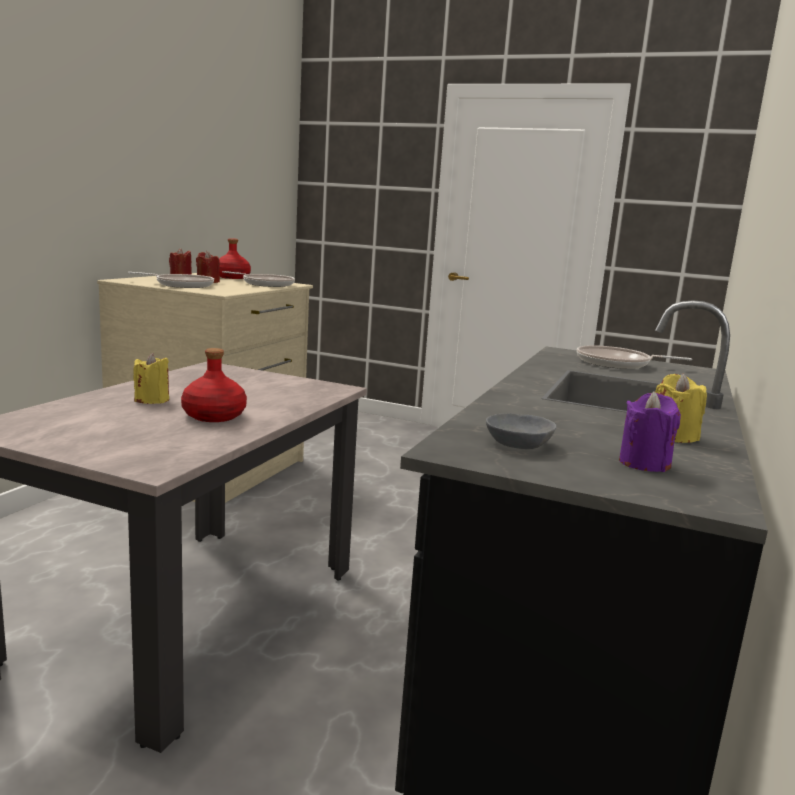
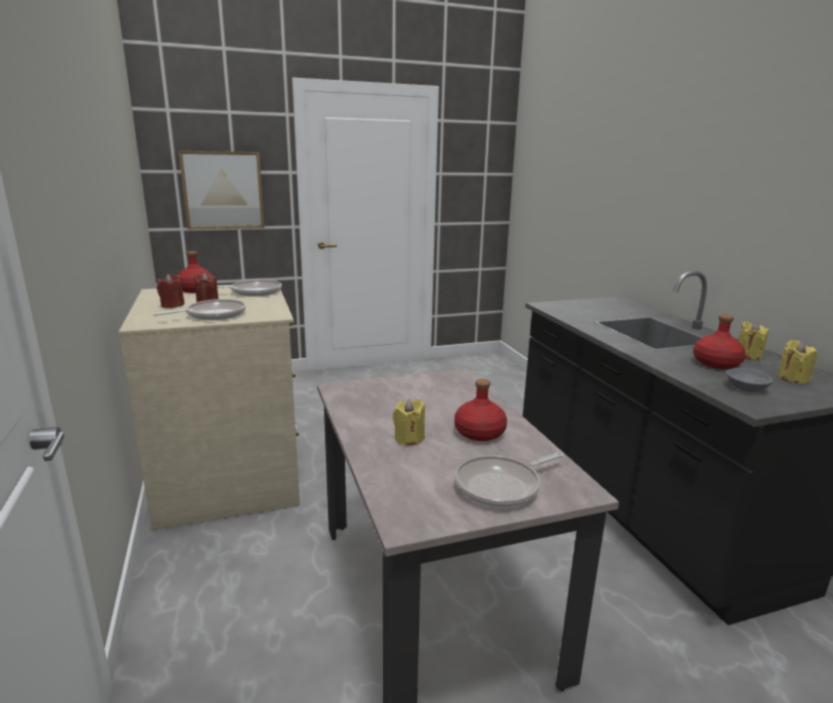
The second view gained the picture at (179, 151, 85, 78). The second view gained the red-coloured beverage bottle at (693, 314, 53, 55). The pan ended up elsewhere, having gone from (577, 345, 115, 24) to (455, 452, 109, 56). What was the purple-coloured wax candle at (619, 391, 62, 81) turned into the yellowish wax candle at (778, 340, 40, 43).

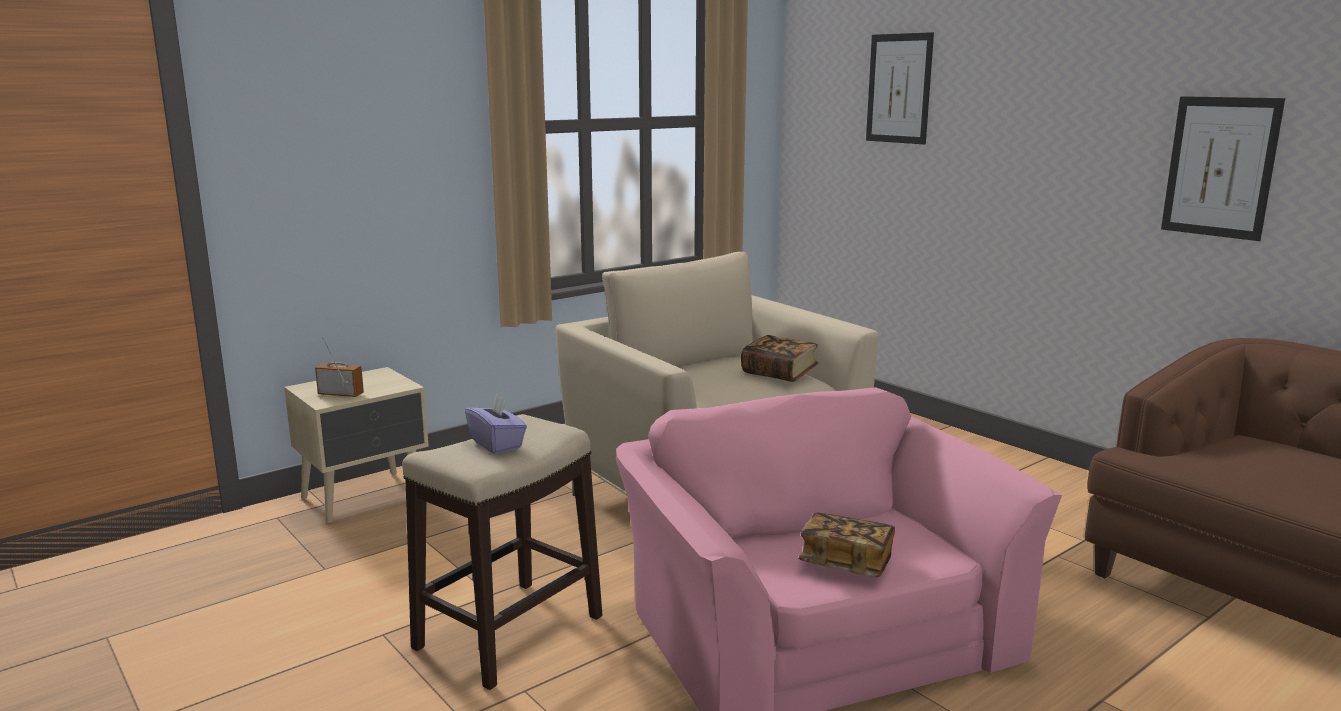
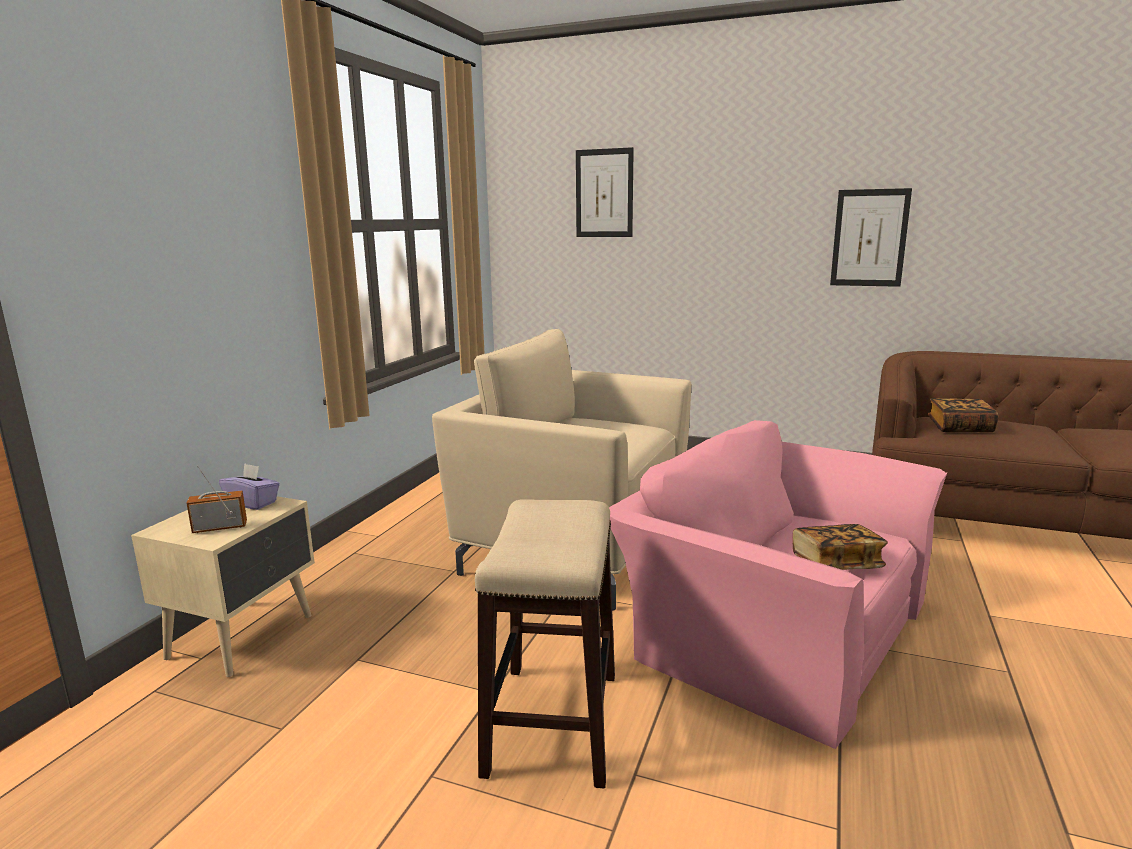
The purple-coloured tissue box ended up elsewhere, having gone from (465, 394, 62, 60) to (219, 463, 61, 47). The volume ended up elsewhere, having gone from (741, 335, 77, 47) to (928, 398, 71, 34).

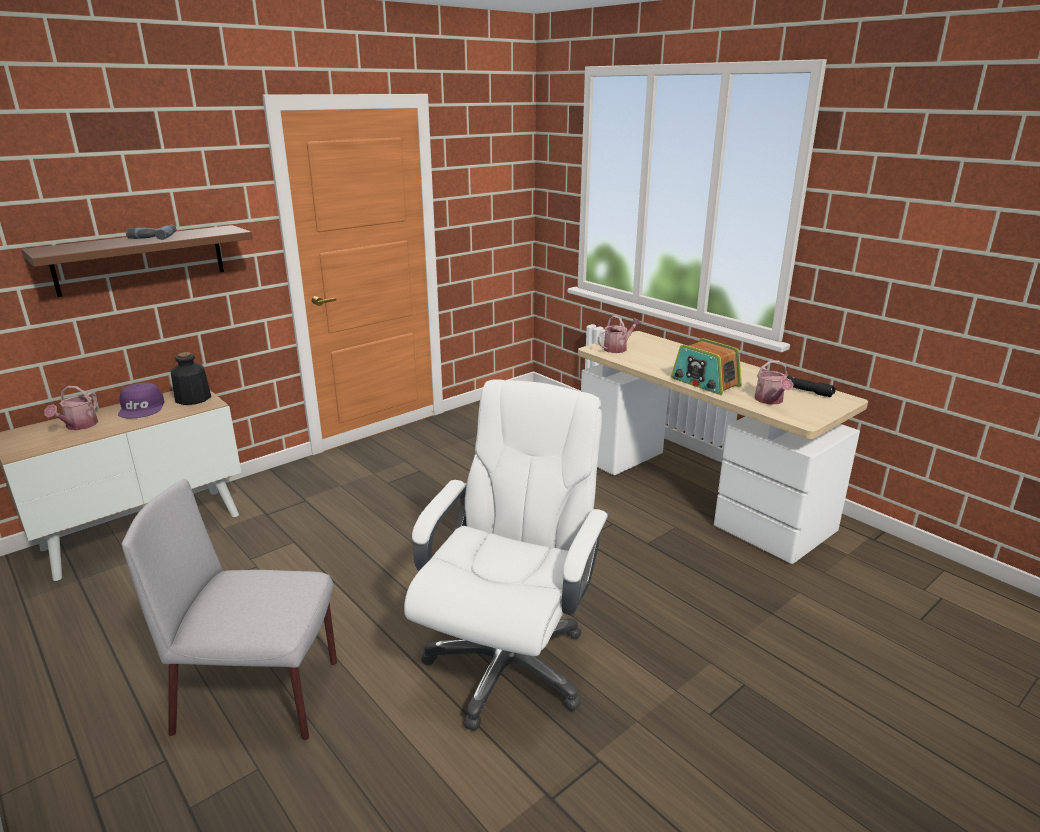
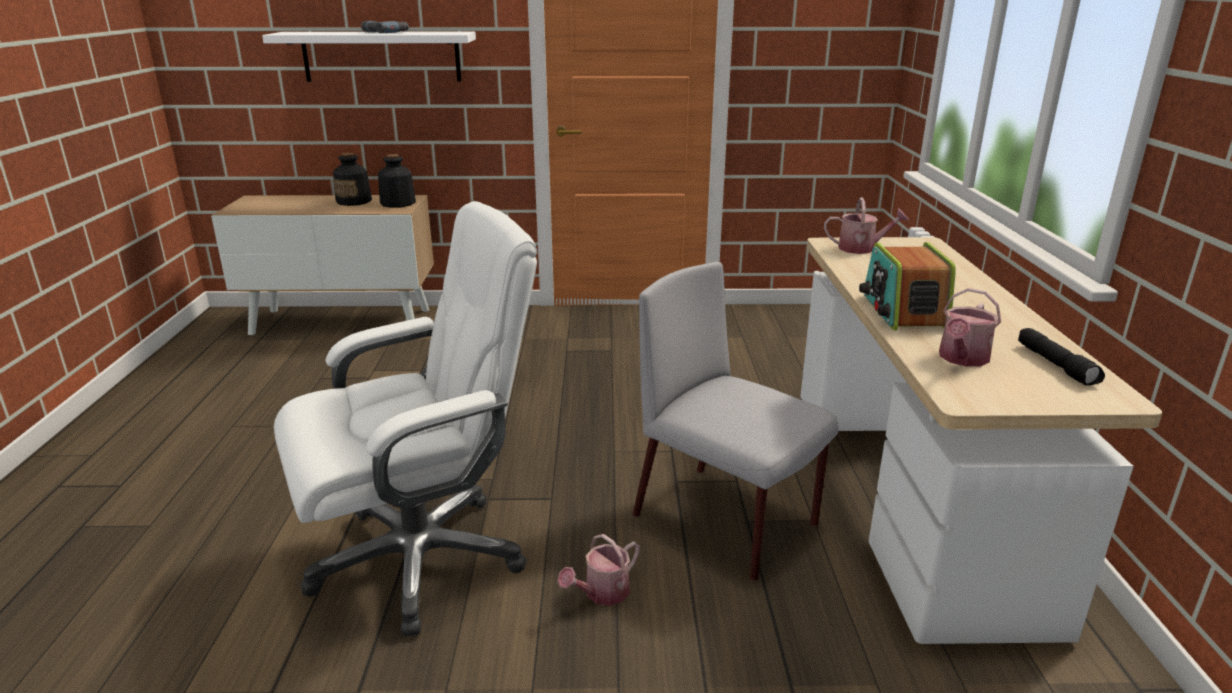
The watering can ended up elsewhere, having gone from (44, 386, 54, 44) to (557, 534, 83, 72). The grey plain chair ended up elsewhere, having gone from (122, 479, 215, 261) to (633, 262, 206, 319). Where the purple-coloured baseball cap stood at (118, 383, 46, 35), the beverage bottle came to stand at (333, 153, 39, 53). What was the brownish wall shelf at (21, 225, 232, 72) turned into the white wall shelf at (262, 32, 214, 50).

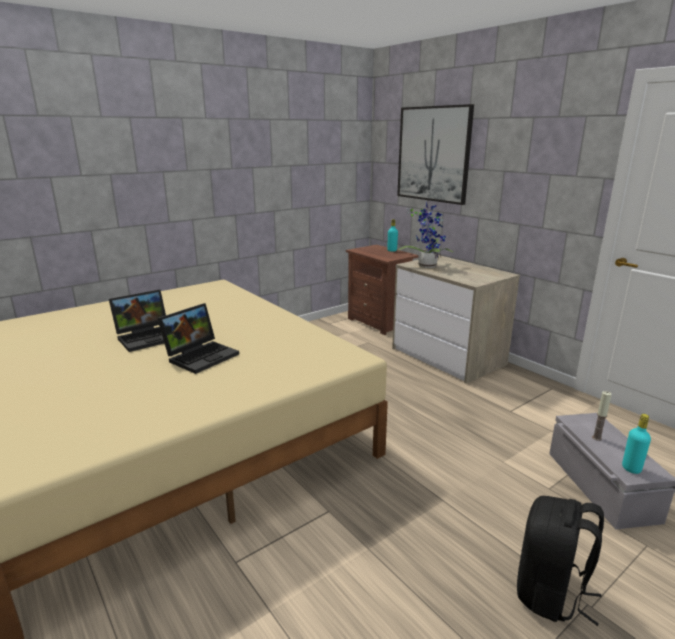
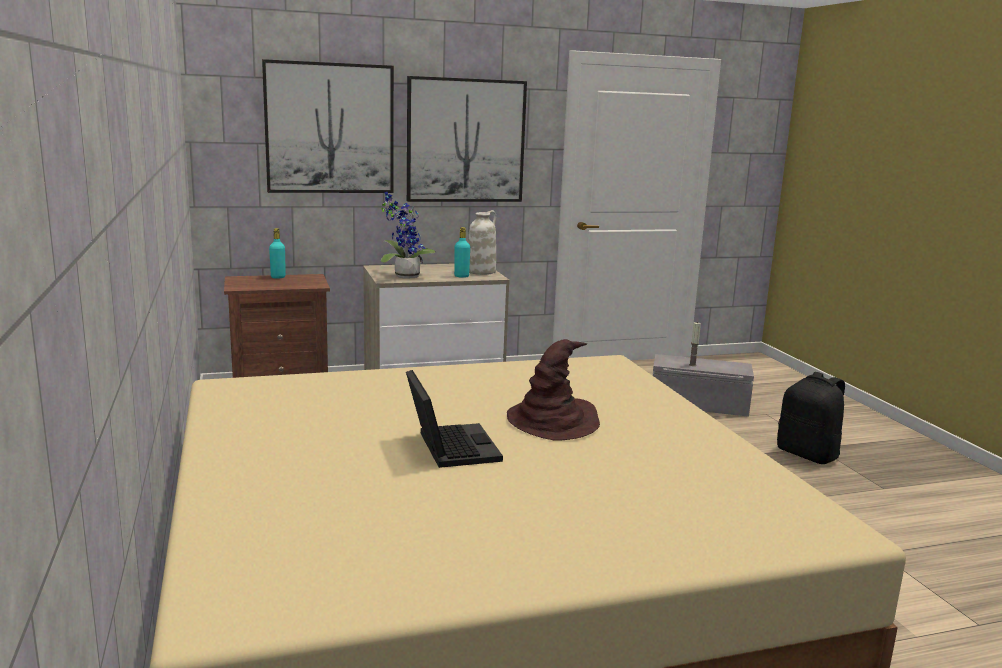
The second view gained the picture at (407, 76, 120, 126). The second view gained the white flower vase at (468, 210, 28, 65). The turquoise beverage bottle ended up elsewhere, having gone from (622, 414, 29, 60) to (454, 227, 16, 51). Where the portable computer stood at (157, 303, 82, 71), the brownish wearable hat came to stand at (507, 339, 93, 102).

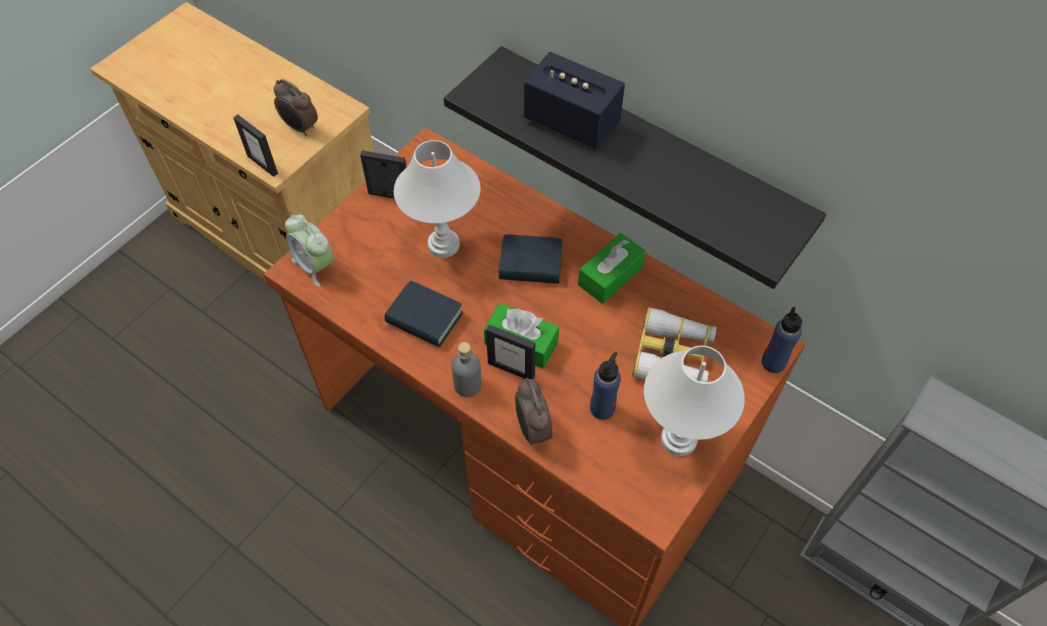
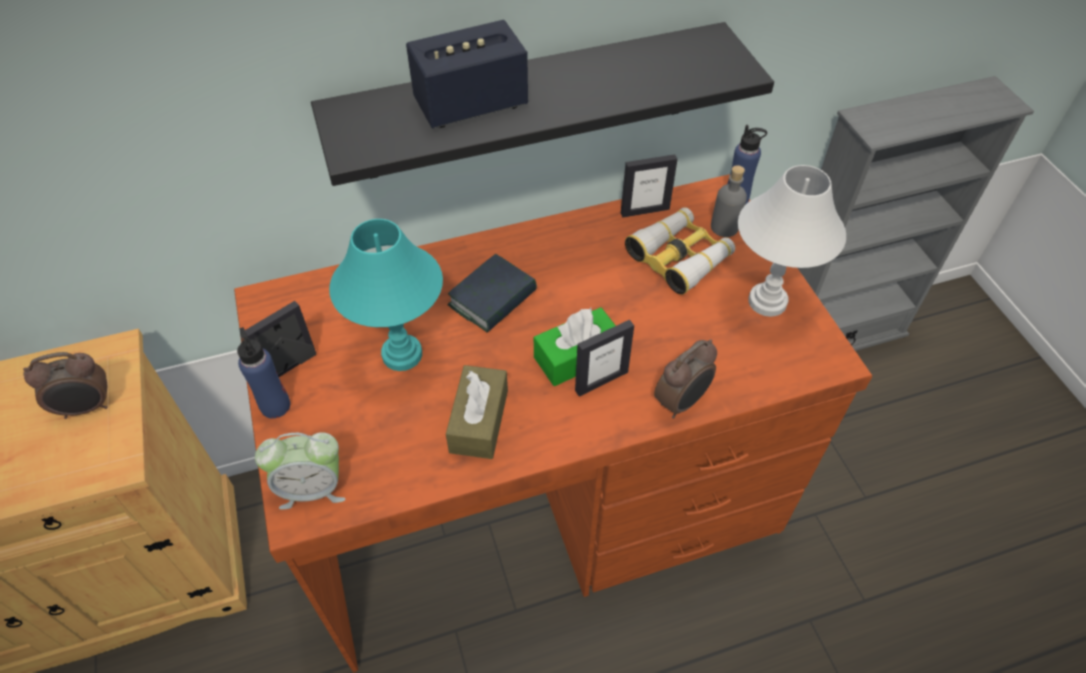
The second view lost the green tissue box at (578, 233, 68, 71). The picture frame ended up elsewhere, having gone from (233, 115, 45, 62) to (621, 154, 57, 63). The grey beverage bottle ended up elsewhere, having gone from (452, 342, 29, 55) to (711, 165, 36, 72). The blue-coloured beverage bottle ended up elsewhere, having gone from (590, 352, 31, 68) to (237, 327, 53, 92). Where the volume stood at (384, 281, 79, 67), the brownish tissue box came to stand at (446, 365, 62, 94). What was the white lamp for a table at (394, 140, 86, 118) turned into the turquoise lamp for a table at (329, 219, 114, 152). The bedside clock at (515, 378, 37, 68) ended up facing another way, 60 degrees counterclockwise from before.

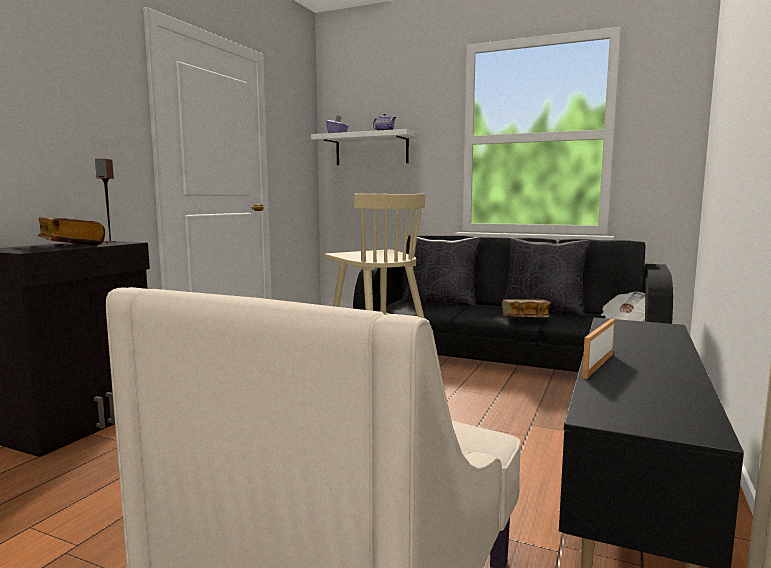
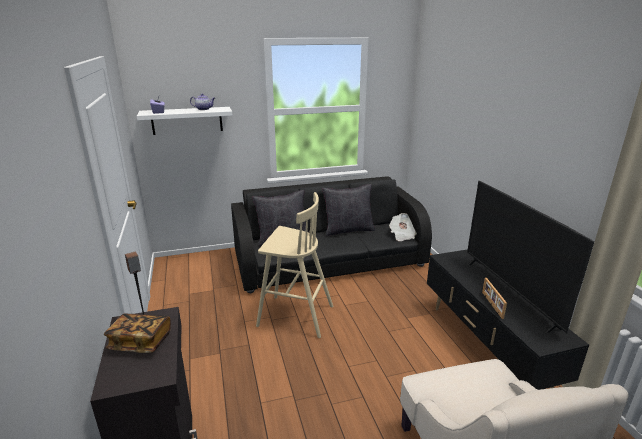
The second view lost the volume at (502, 299, 49, 19). The second view gained the television at (467, 181, 127, 152).

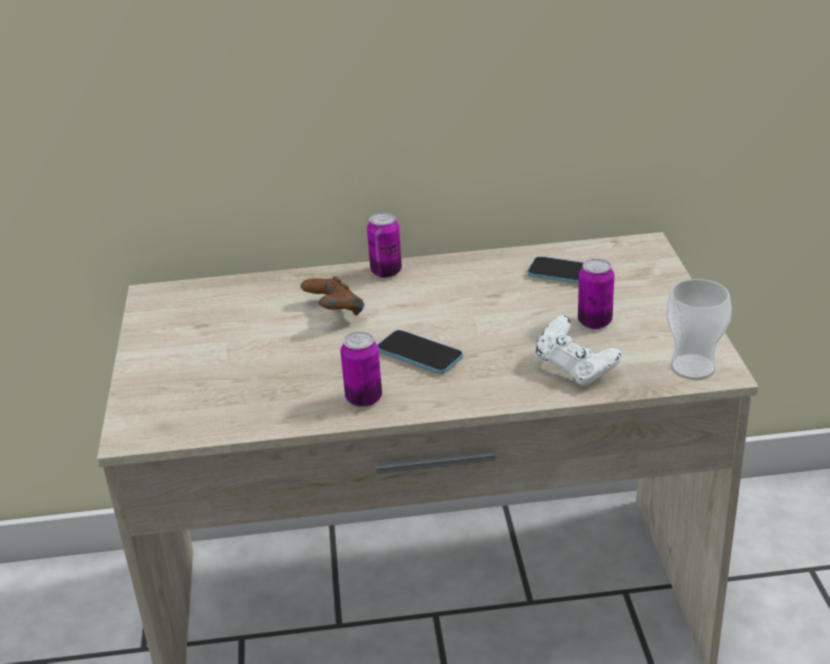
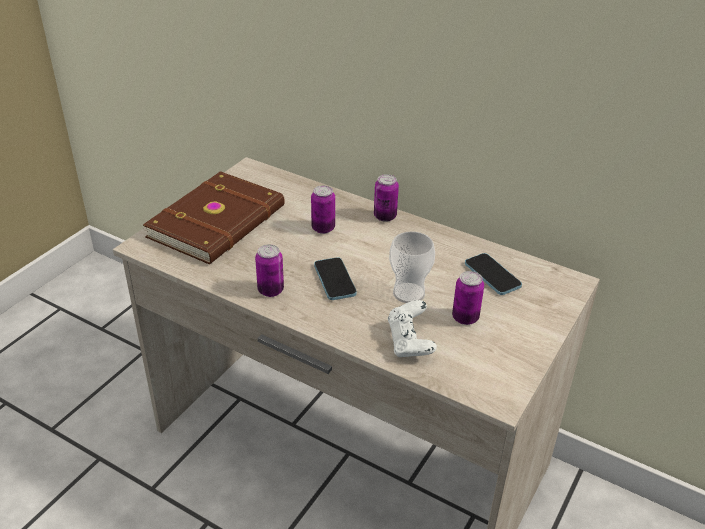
The second view gained the brownish volume at (143, 171, 142, 93). The cup ended up elsewhere, having gone from (666, 279, 66, 101) to (389, 231, 46, 72). Where the brownish game controller stood at (300, 276, 64, 39), the can came to stand at (311, 185, 24, 49).

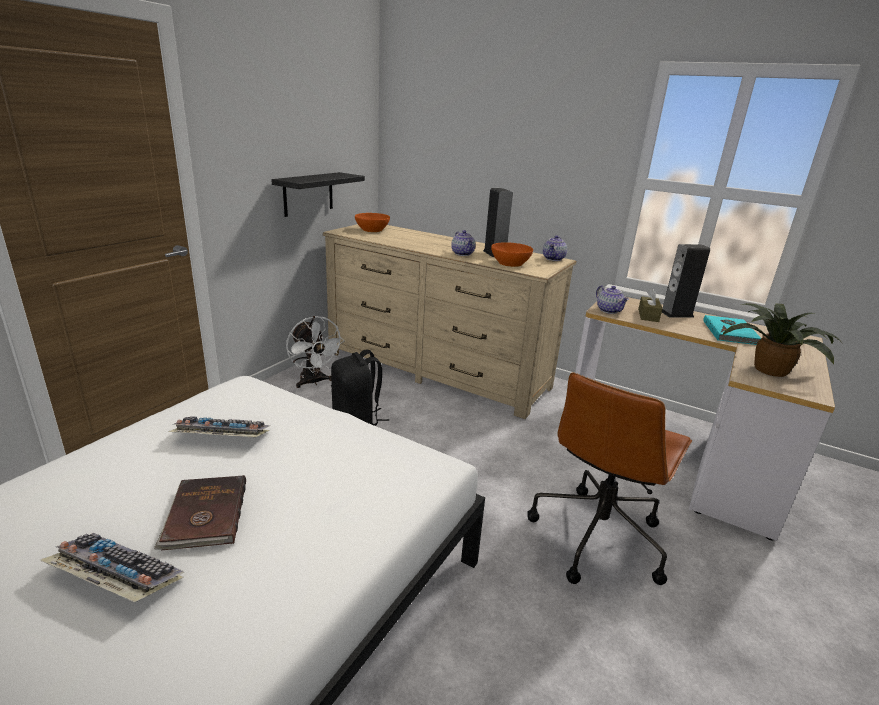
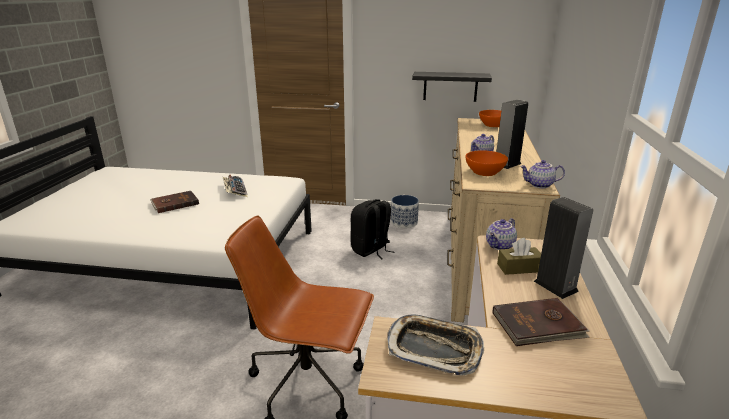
The second view lost the keyboard at (40, 533, 144, 69). Where the white cooling fan stood at (286, 316, 58, 72), the plant pot came to stand at (391, 195, 28, 33). Where the houseplant stood at (722, 303, 121, 74), the tray came to stand at (387, 315, 97, 61). What was the turquoise volume at (703, 315, 58, 30) turned into the brownish volume at (493, 298, 97, 48).

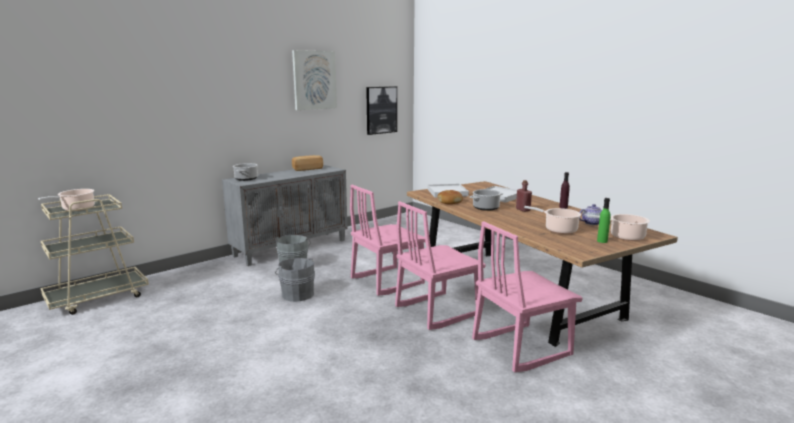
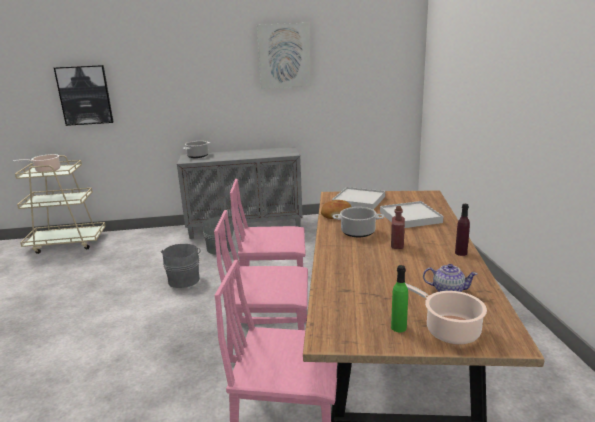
The second view lost the bread at (292, 155, 31, 16). The second view lost the stockpot at (524, 206, 57, 28). The picture ended up elsewhere, having gone from (366, 86, 31, 49) to (54, 65, 59, 61).

